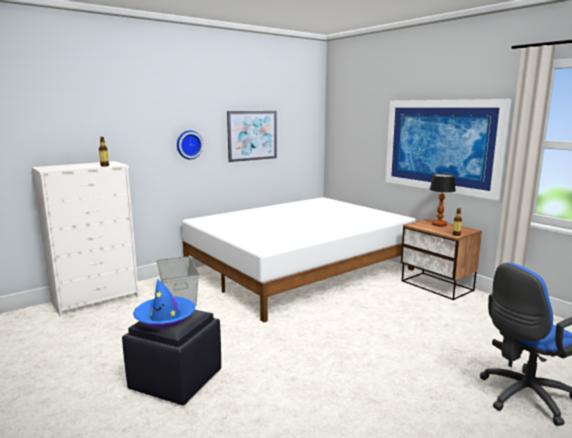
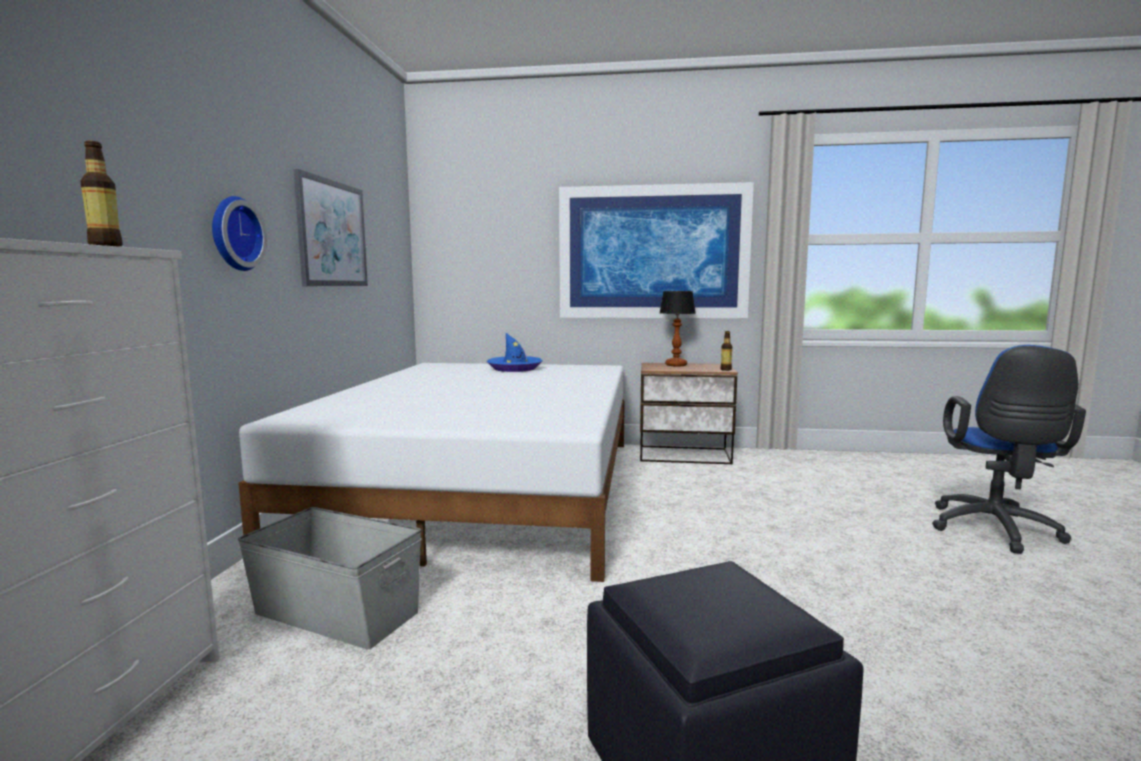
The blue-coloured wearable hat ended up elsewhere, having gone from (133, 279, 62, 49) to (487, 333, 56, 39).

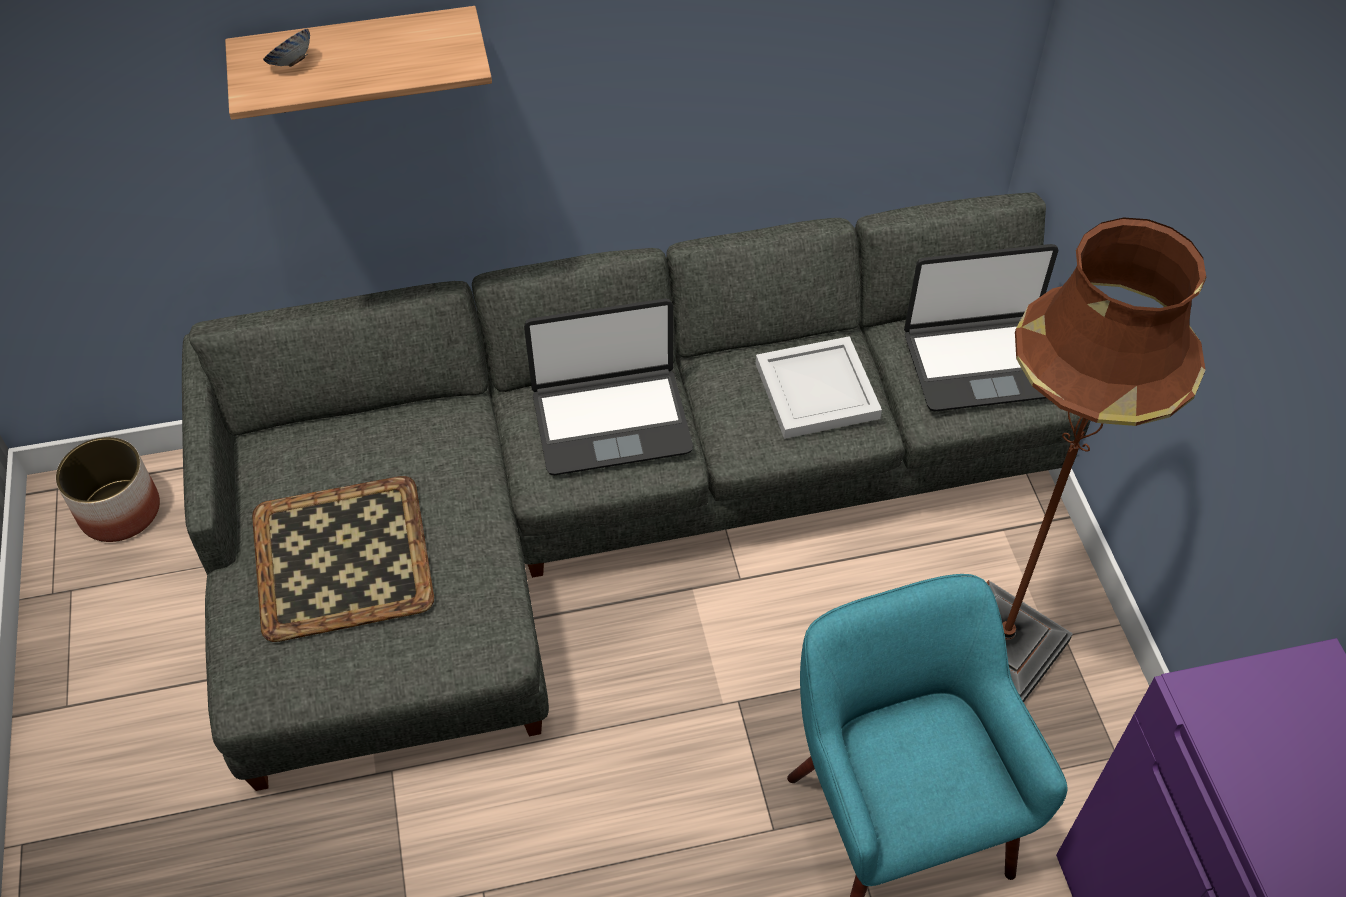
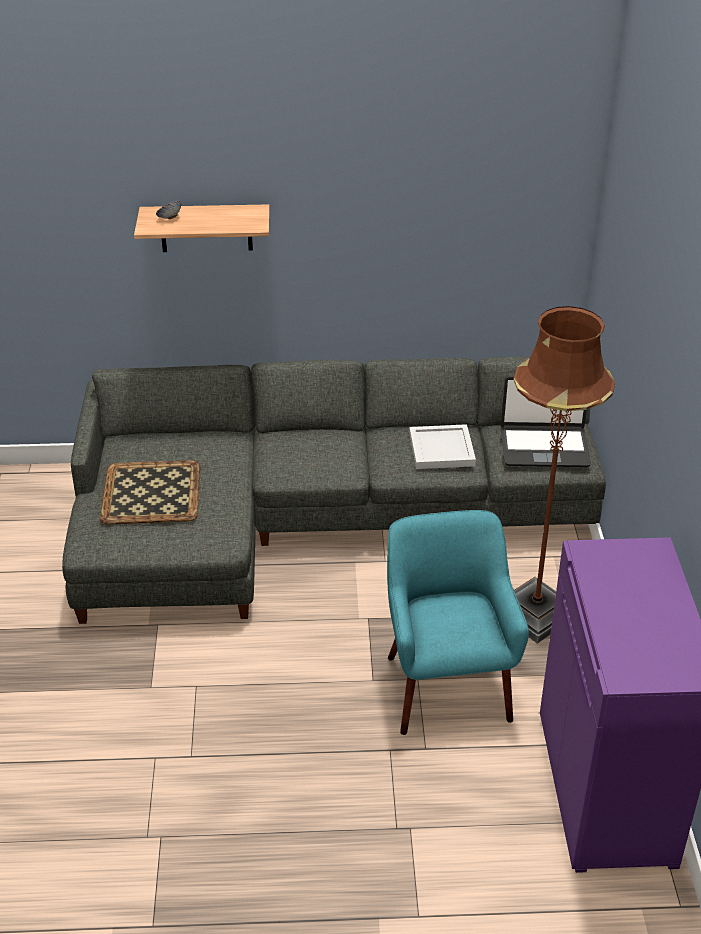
The second view lost the plant pot at (56, 437, 104, 105). The second view lost the portable computer at (524, 299, 169, 176).

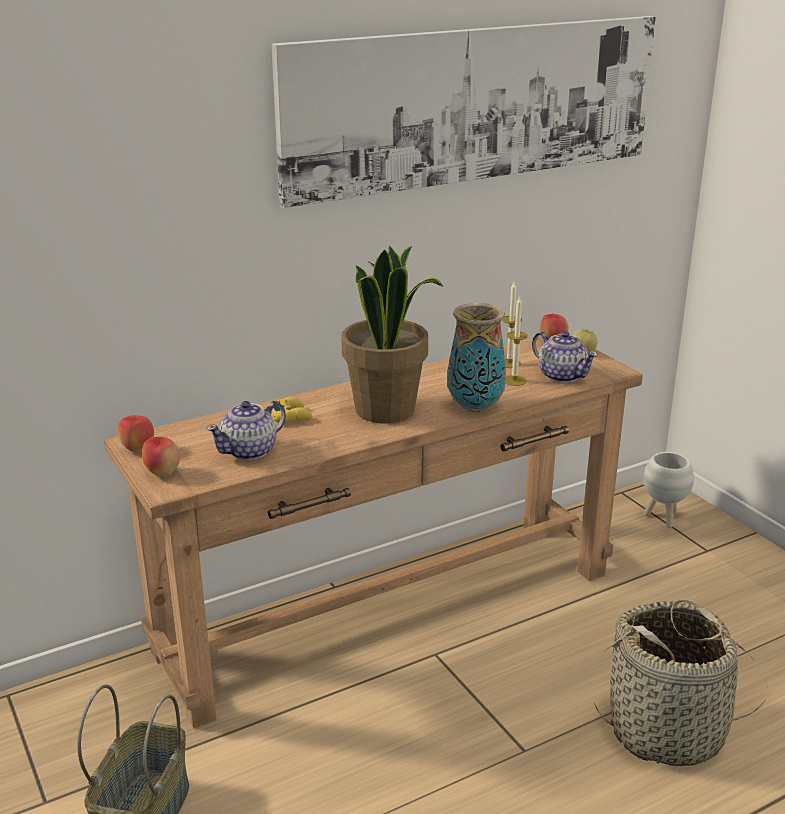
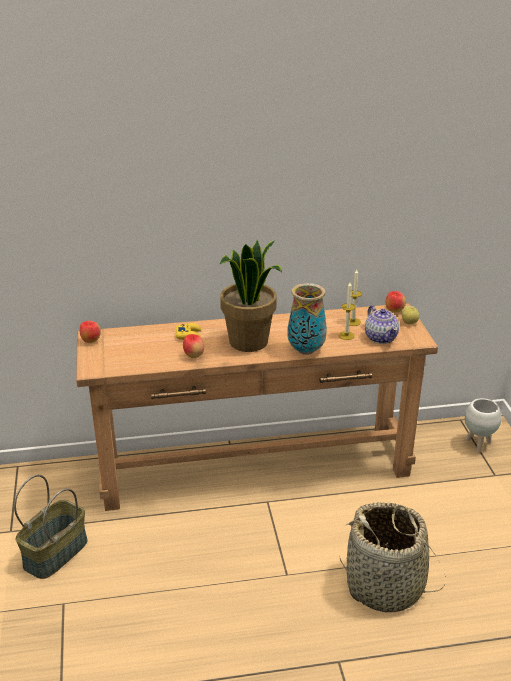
The second view lost the teapot at (206, 401, 80, 60). The second view lost the picture at (272, 16, 384, 192). The apple ended up elsewhere, having gone from (142, 437, 38, 40) to (183, 334, 21, 24).

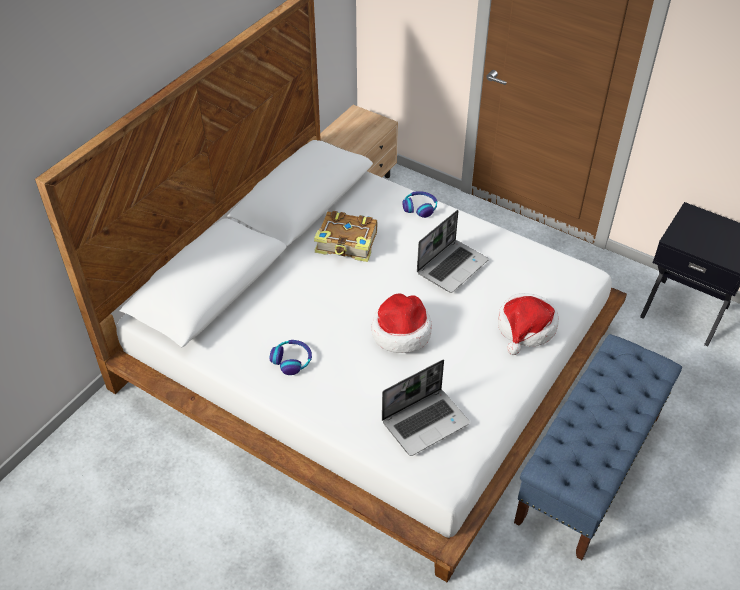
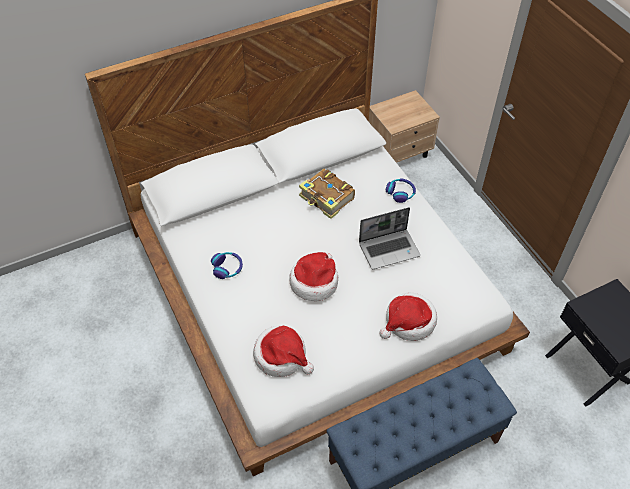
Where the portable computer stood at (382, 360, 88, 96), the wearable hat came to stand at (253, 325, 61, 52).

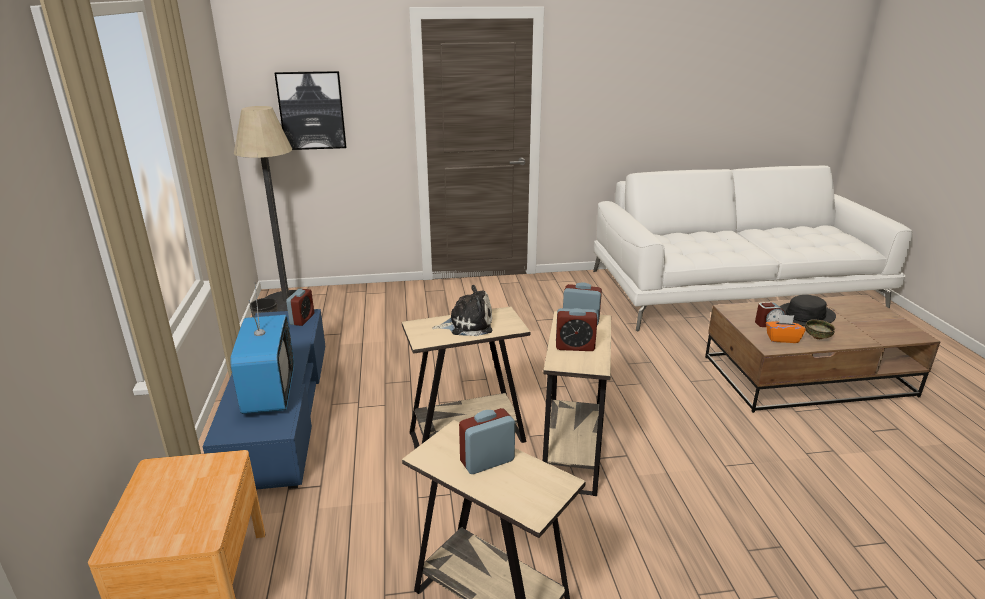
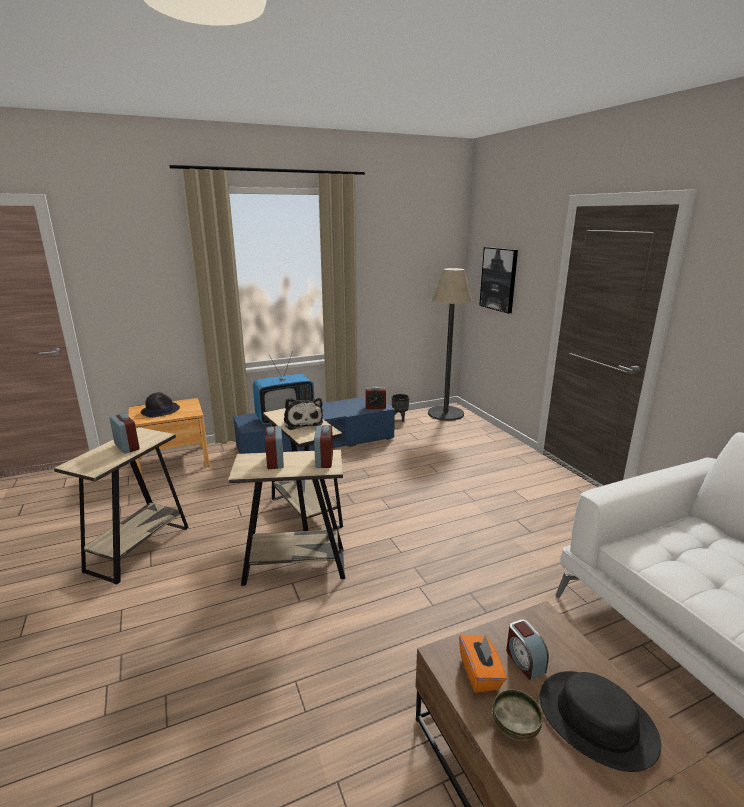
The second view gained the blackish wearable hat at (141, 392, 39, 26).

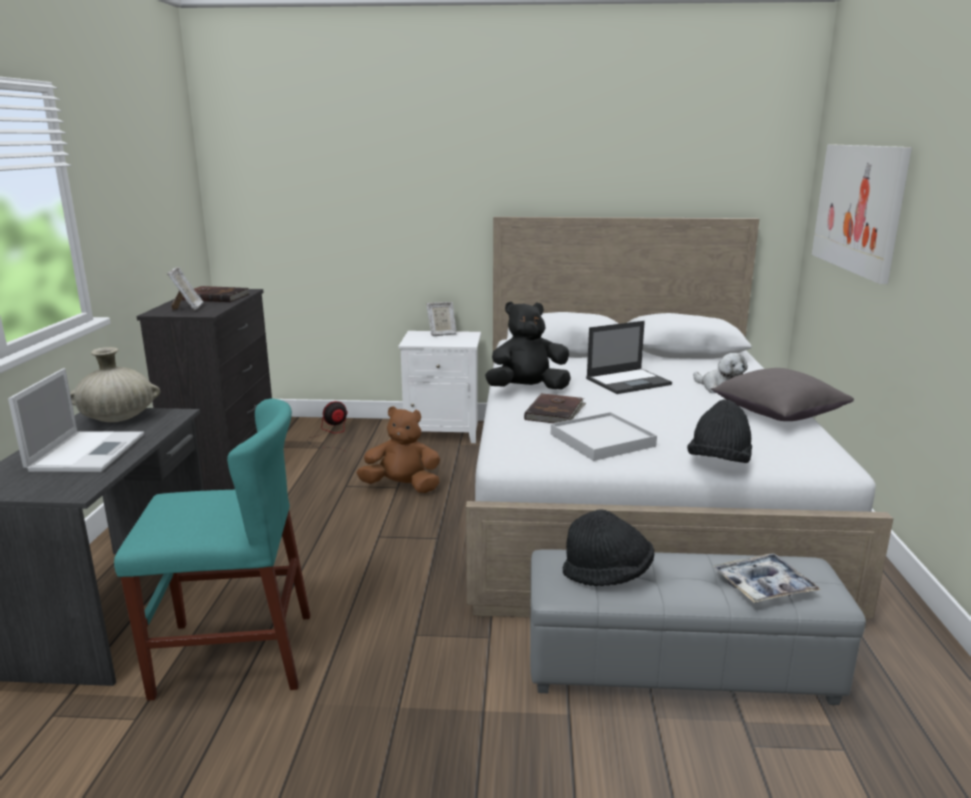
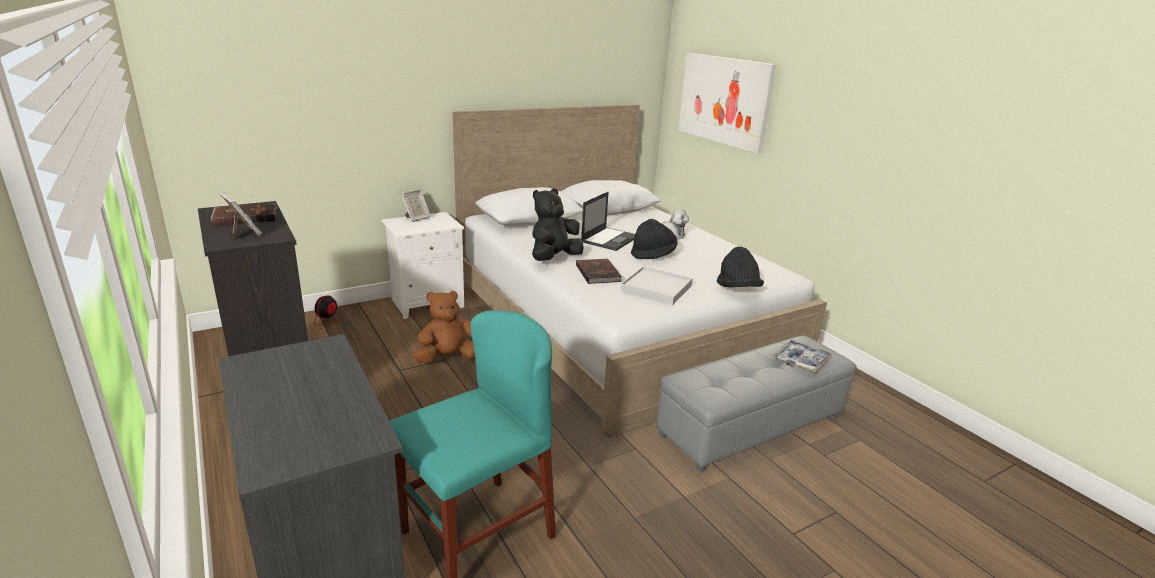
The second view lost the portable computer at (8, 368, 136, 104). The second view lost the beige flower vase at (70, 347, 90, 75). The second view lost the grey cushion at (711, 368, 143, 53). The blackish wearable hat ended up elsewhere, having gone from (563, 509, 91, 77) to (631, 219, 47, 40).

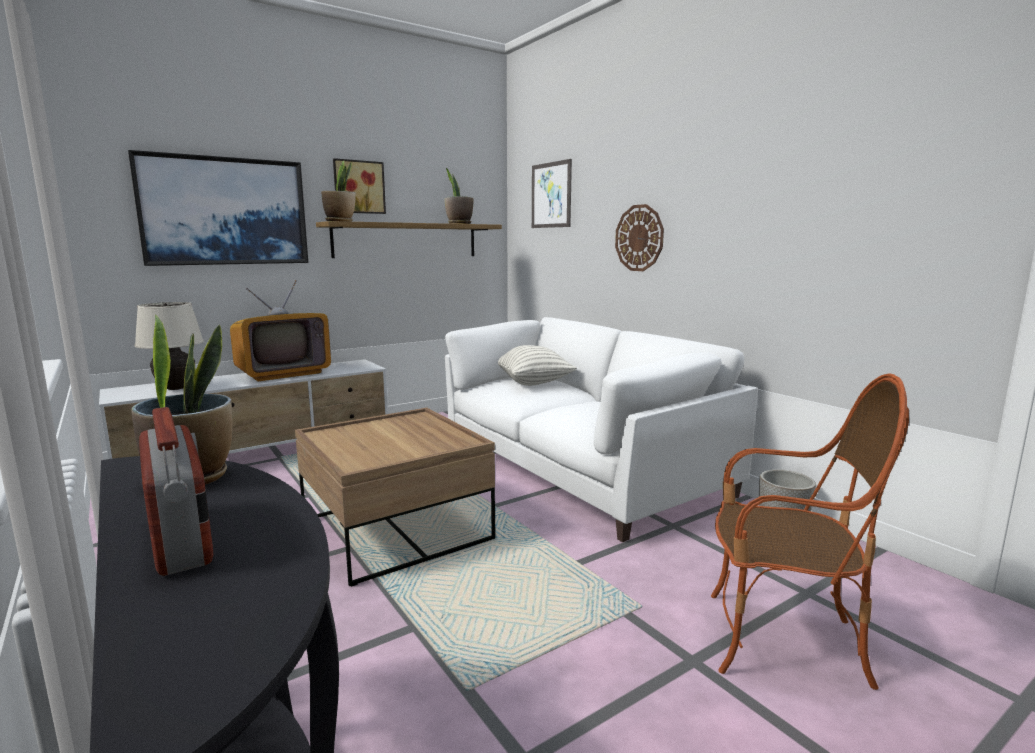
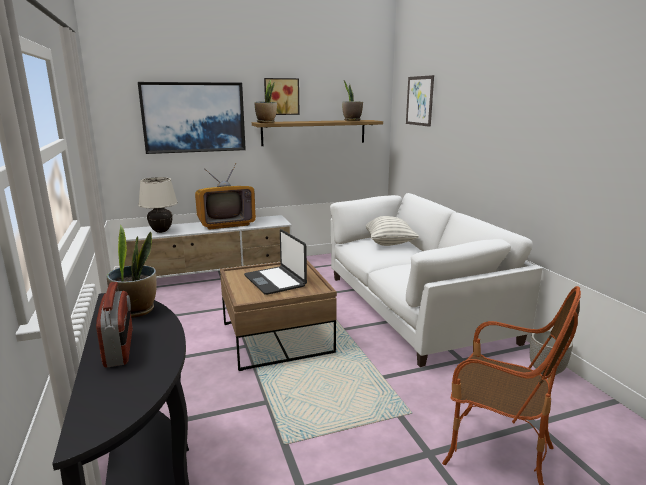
The second view lost the clock on the wall at (615, 204, 49, 67). The second view gained the portable computer at (244, 229, 63, 66).

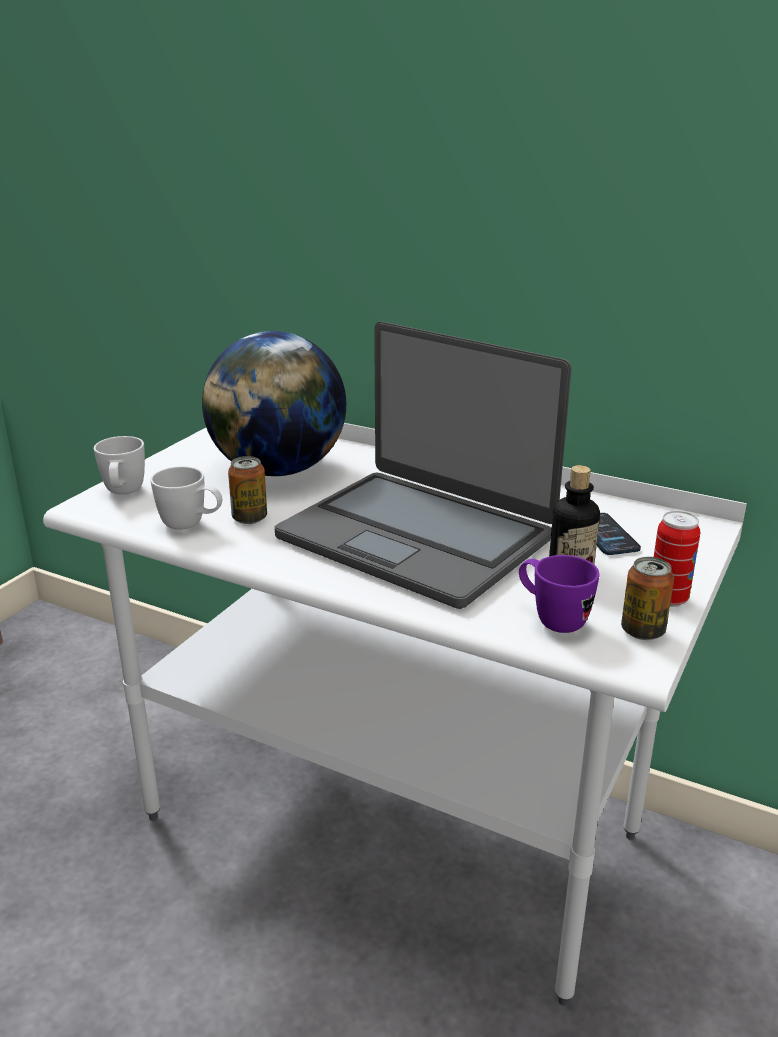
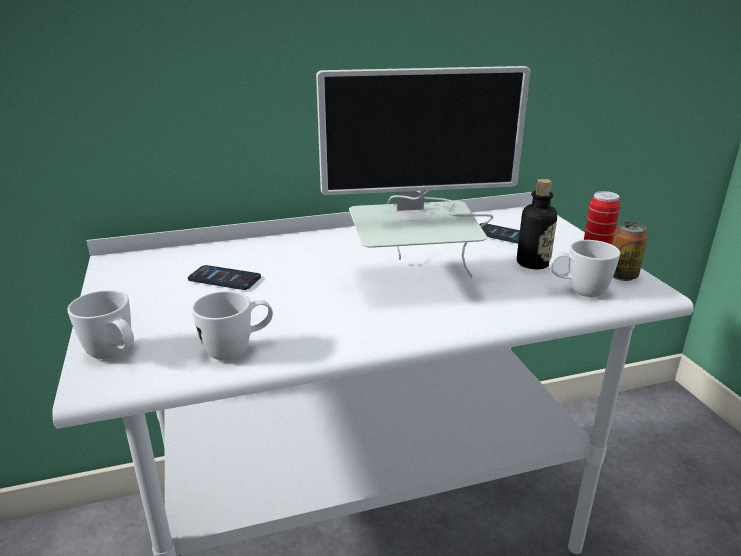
The second view lost the can at (228, 456, 39, 68). Where the desk globe stood at (202, 331, 144, 145), the handset came to stand at (188, 265, 73, 25). Where the portable computer stood at (274, 321, 298, 288), the computer screen came to stand at (316, 66, 214, 212). What was the purple-coloured mug at (519, 555, 80, 78) turned into the white mug at (549, 240, 71, 57).

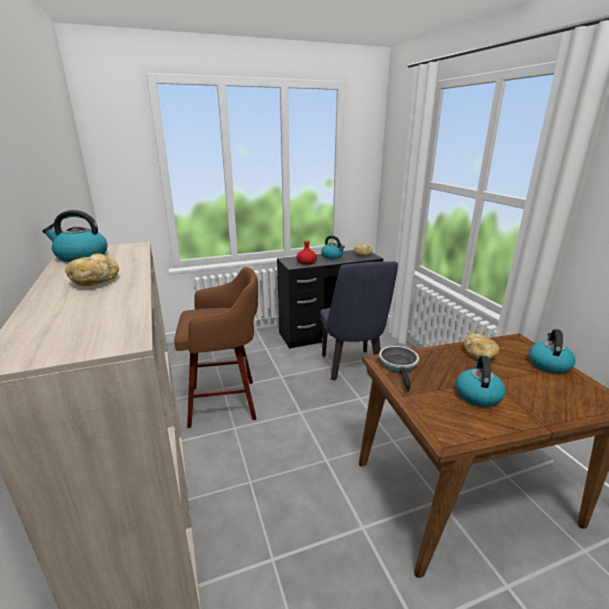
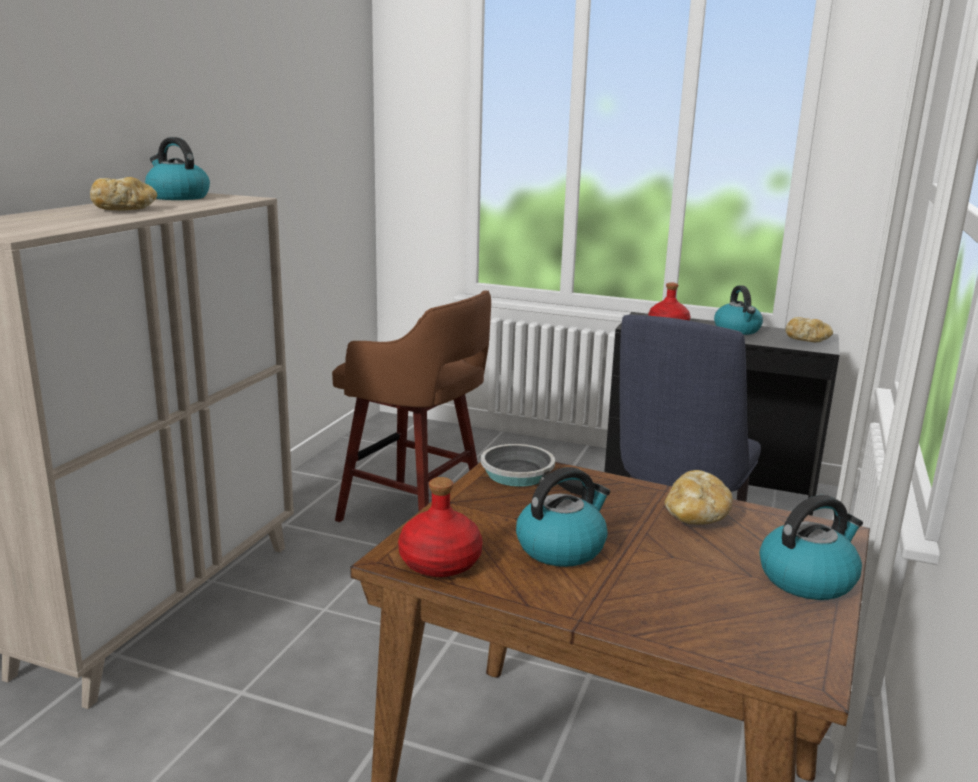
The second view gained the red-coloured beverage bottle at (398, 477, 84, 100). The pan at (379, 346, 40, 45) ended up facing another way, 90 degrees counterclockwise from before.

